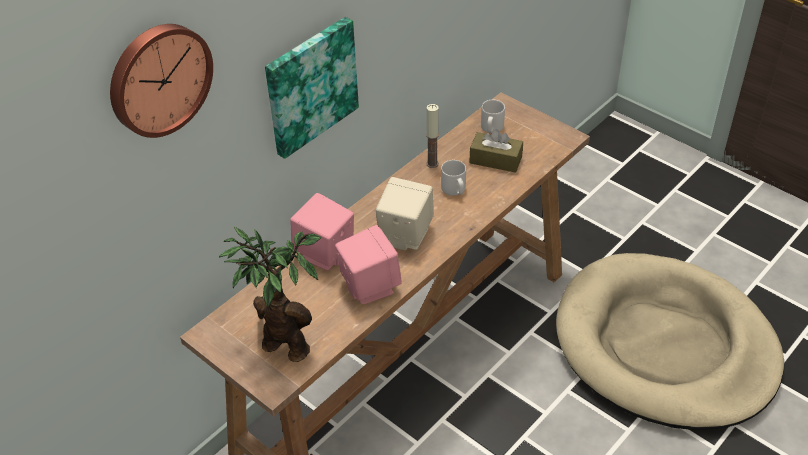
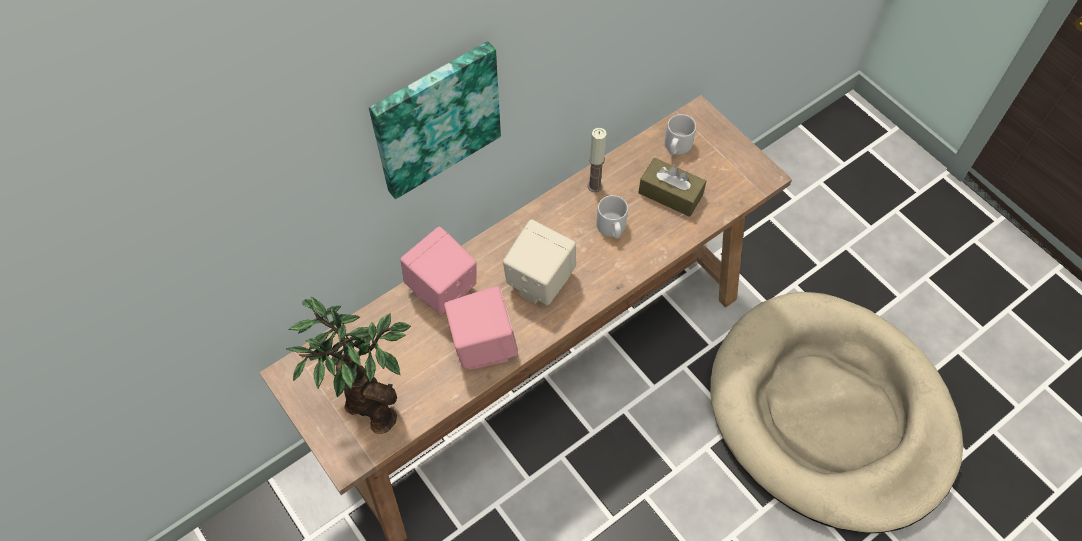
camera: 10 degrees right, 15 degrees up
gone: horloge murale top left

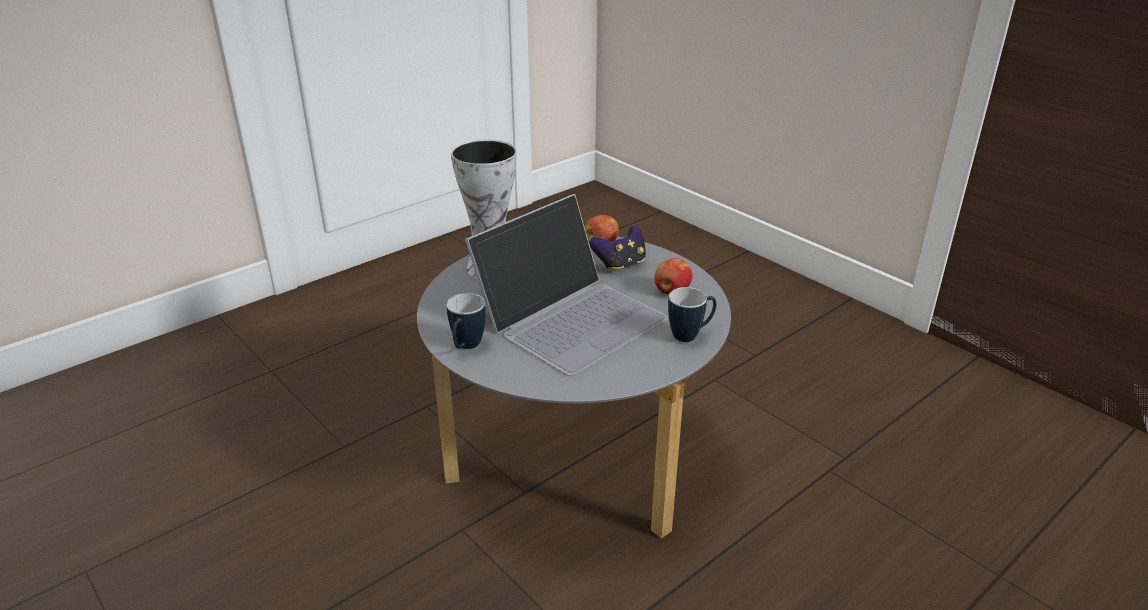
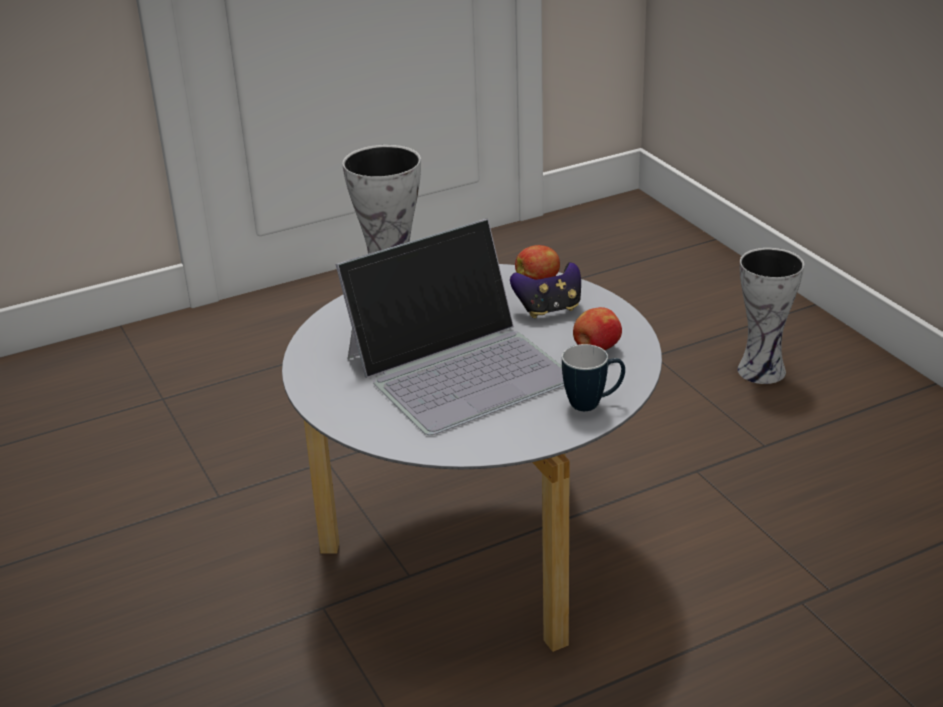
camera: 15 degrees right, 0 degrees up
gone: mug (no. 1 from left) centre
new: vase (no. 2 from left) middle right

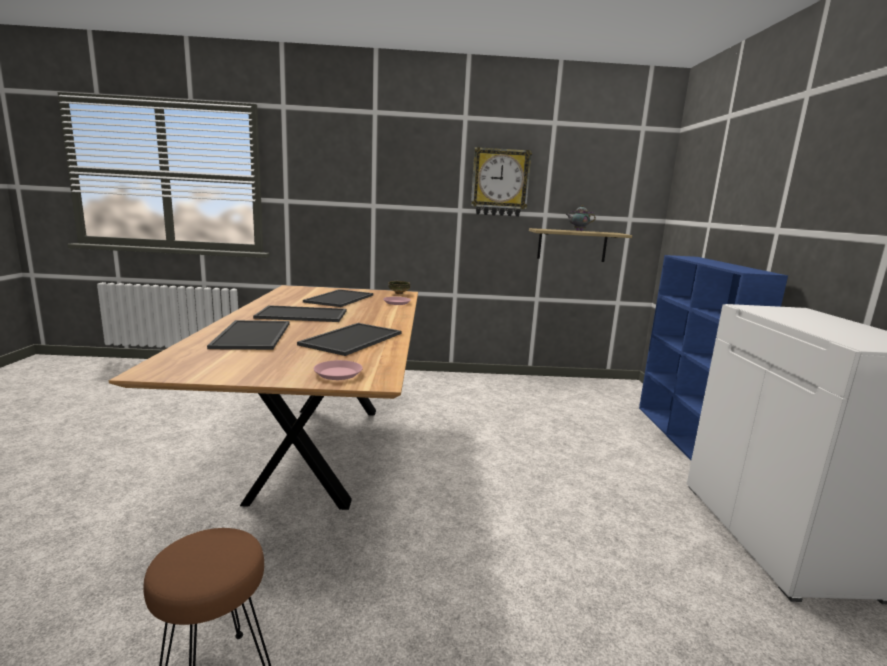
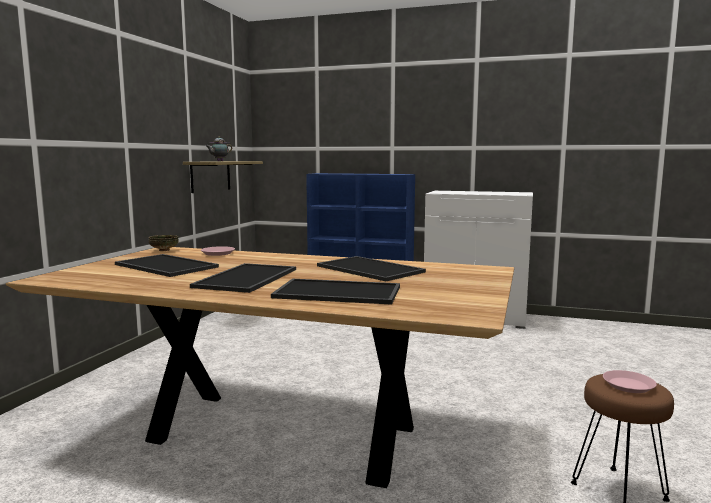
camera: 70 degrees left, 5 degrees down
gone: horloge murale top centre
shifted: assiette (rose) (no. 1 from left in the first image) centre to assiette (rose) (no. 2 from left) bottom right

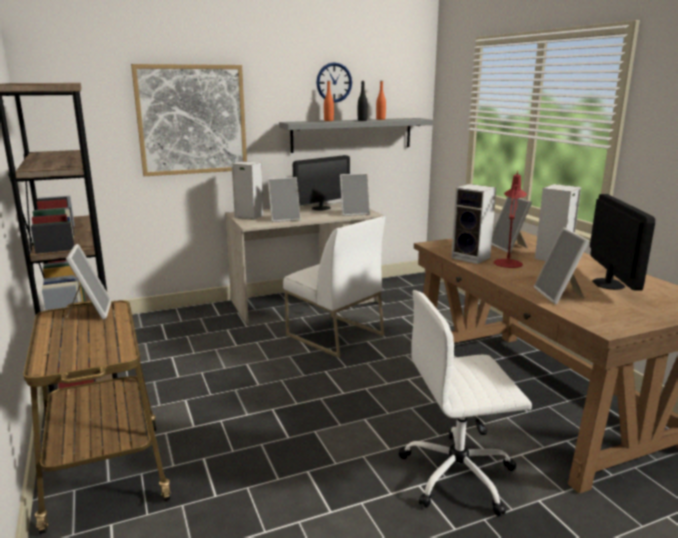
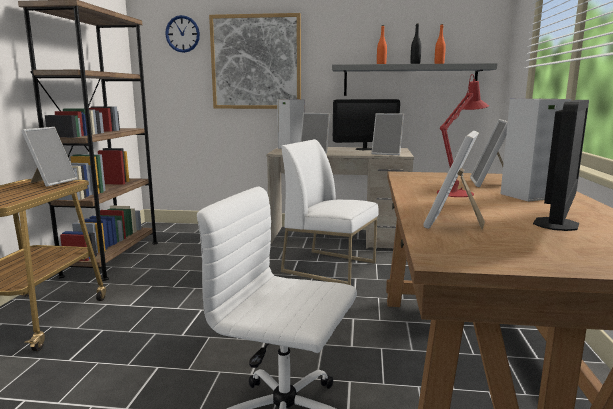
camera: 30 degrees right, 5 degrees down
gone: enceinte (no. 2 from left) middle right
shifted: horloge murale top centre to top left
rotated: chaise (blanc) centre = centre 135 degrees clockwise

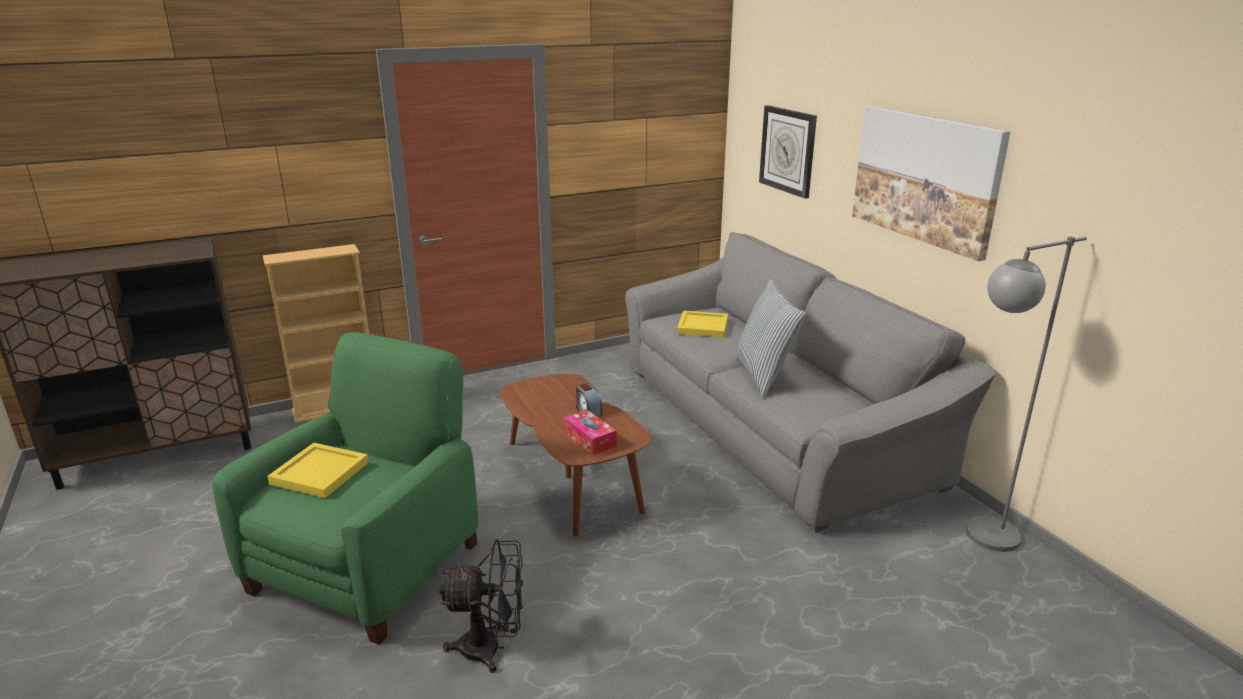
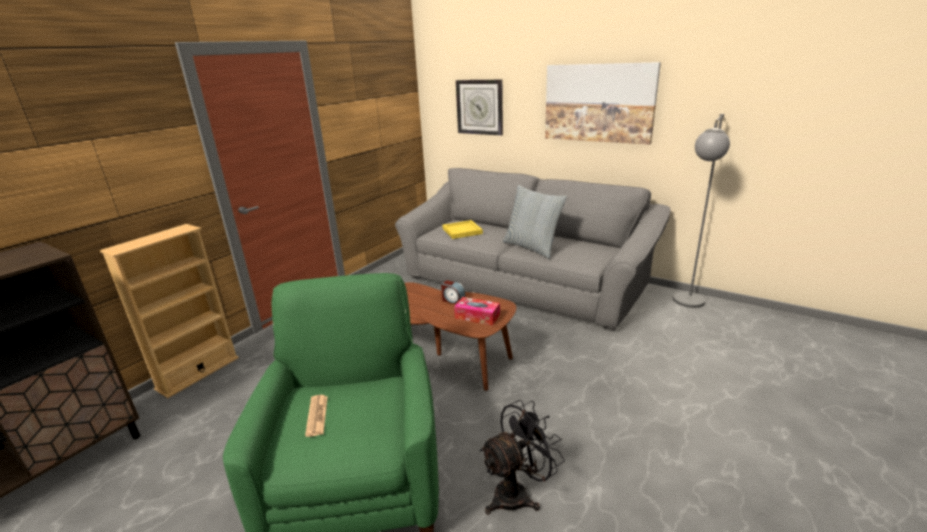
camera: 30 degrees left, 0 degrees up
swapped: plateau (jaune) (no. 1 from left) bottom left to journal bottom centre

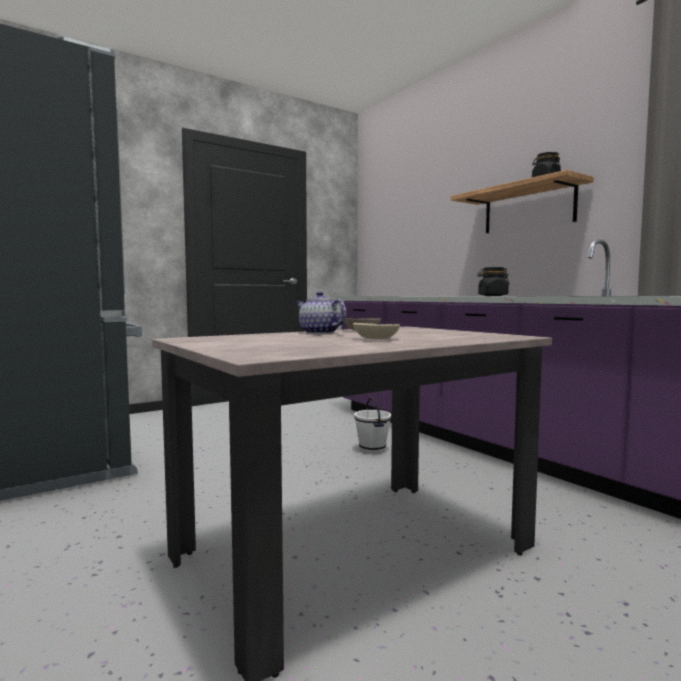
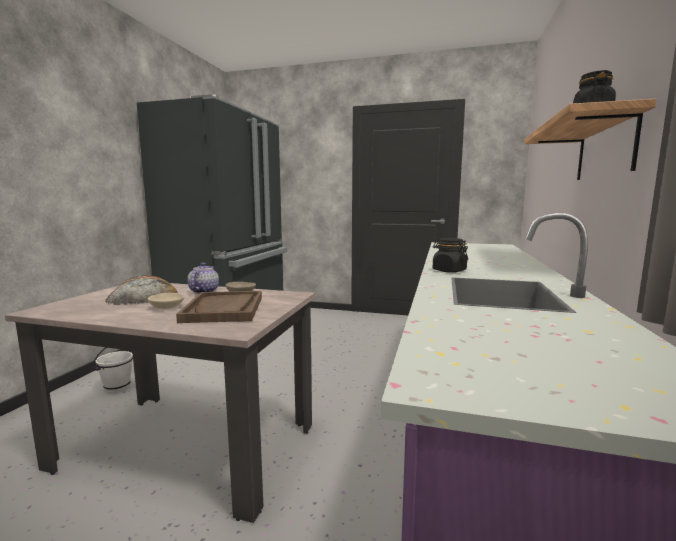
camera: 50 degrees right, 5 degrees up
new: pain middle left; plateau (marron) middle left
shifted: seau (blanc) centre to bottom left

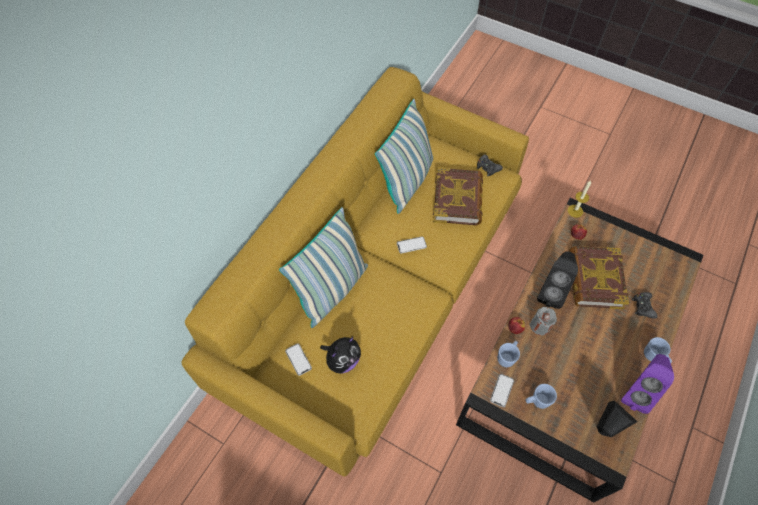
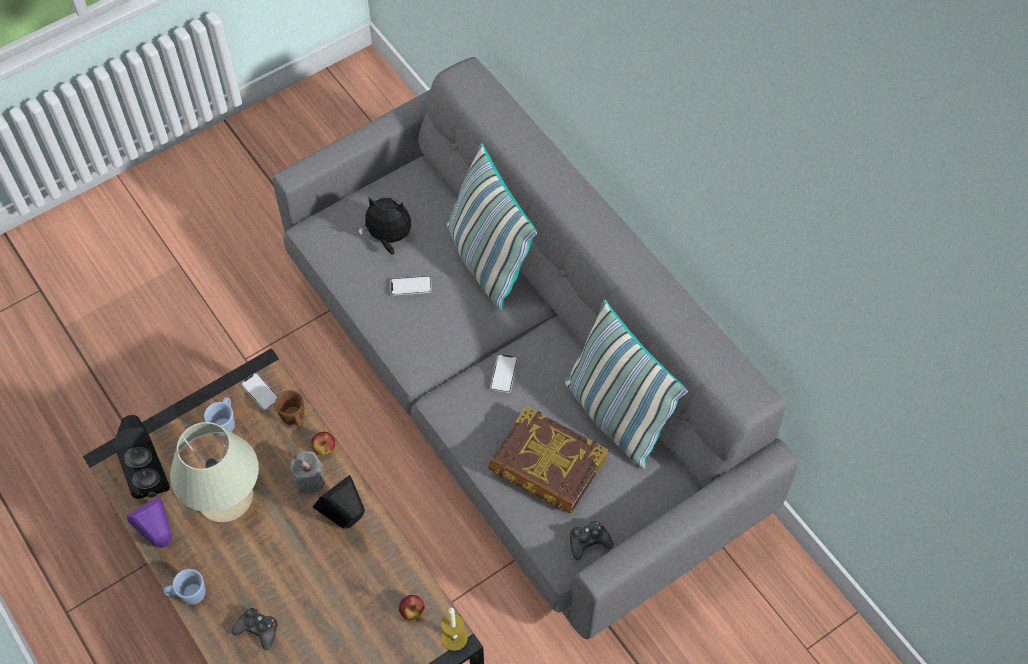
camera: 115 degrees right, 0 degrees up
gone: livre (no. 2 from left) middle right
new: lampe de table (beige) bottom left
shifted: téléphone (no. 1 from left in the first image) bottom centre to téléphone (no. 2 from left) centre
repainted: canapé (jaune) centre to canapé (gris) centre; mug (bleu) (no. 1 from left) bottom right to mug (marron) middle left
rotated: peluche bottom centre = centre 120 degrees clockwise

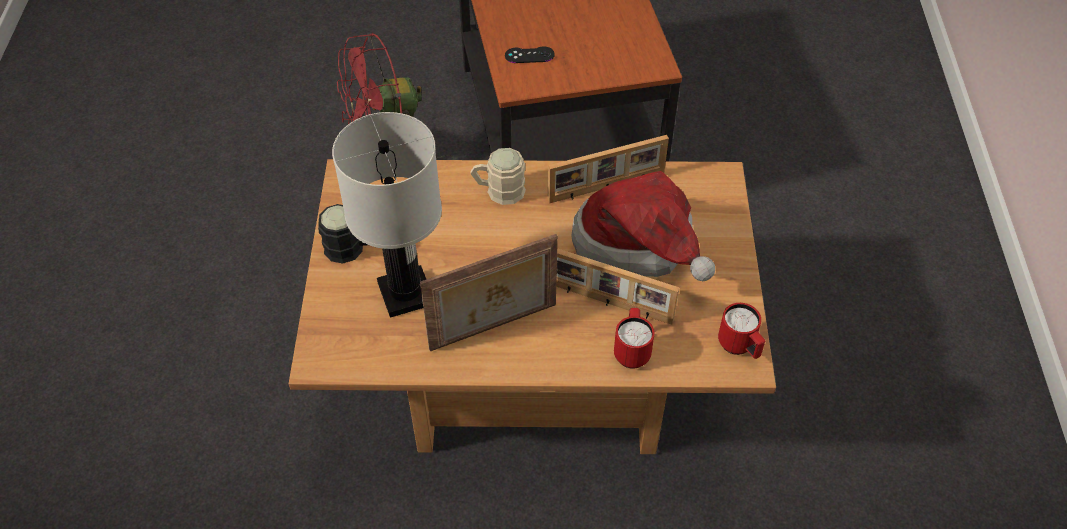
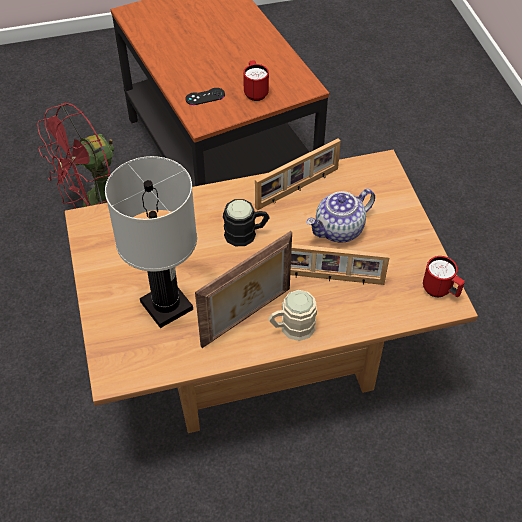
camera: 15 degrees left, 0 degrees up
shifted: mug (beige) top centre to centre; mug (noir) middle left to centre; mug (rouge) (no. 1 from left) centre to top centre
swapped: chapeau centre to théière centre

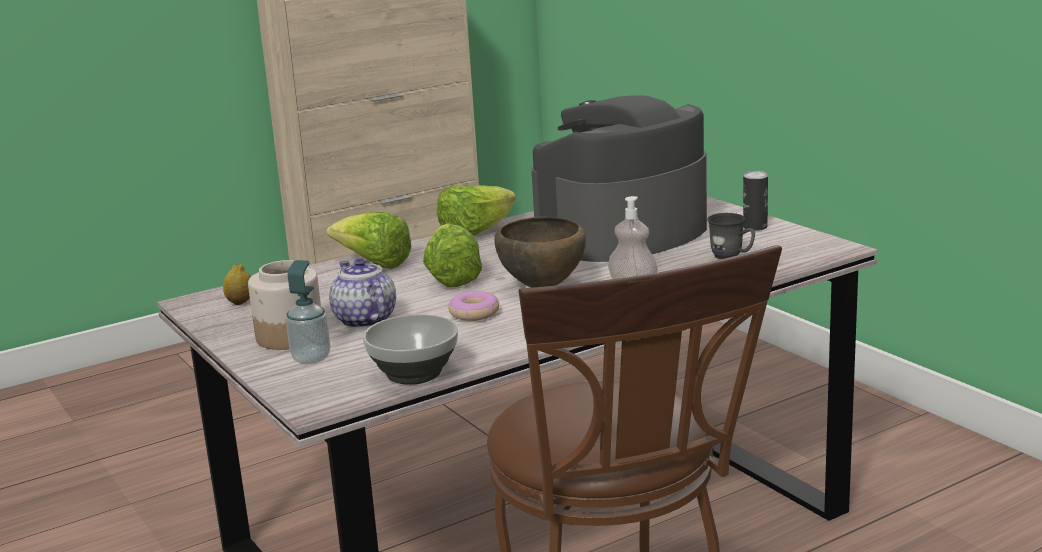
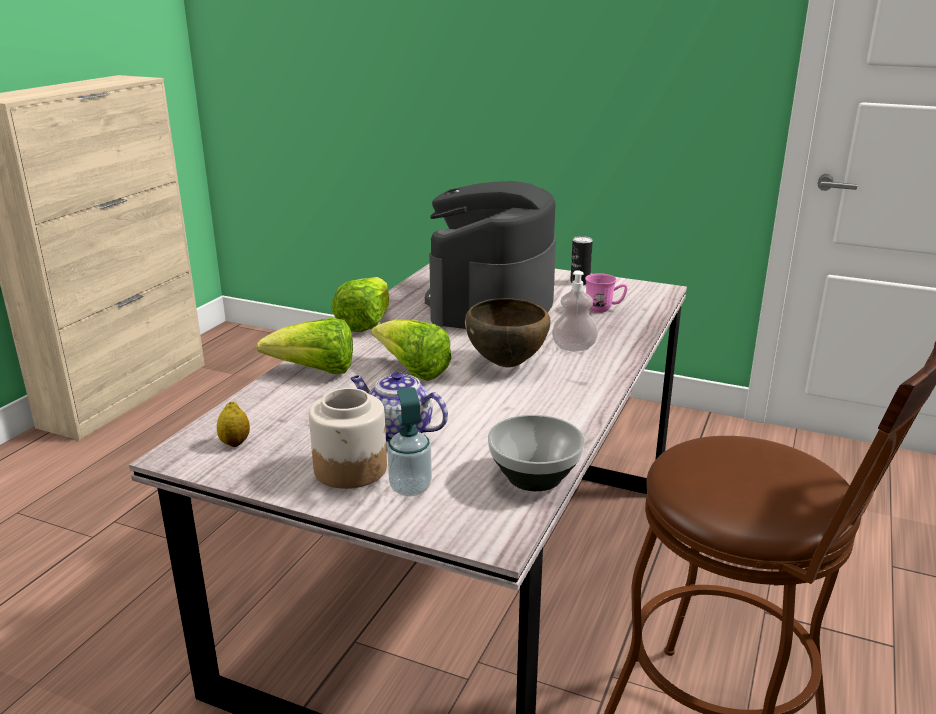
camera: 35 degrees left, 5 degrees up
gone: beignet centre
repainted: mug (gris) middle right to mug (rose) centre

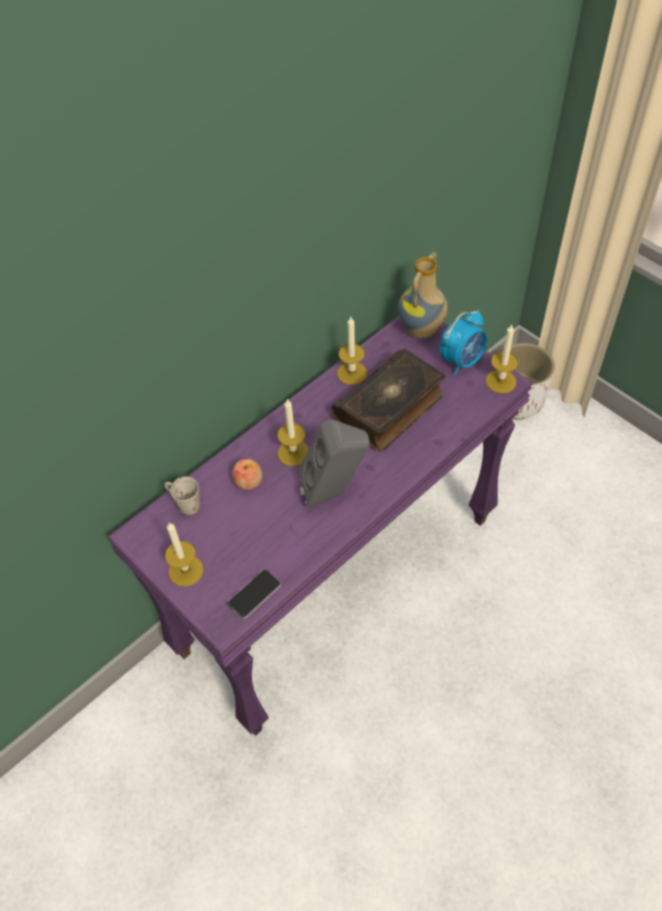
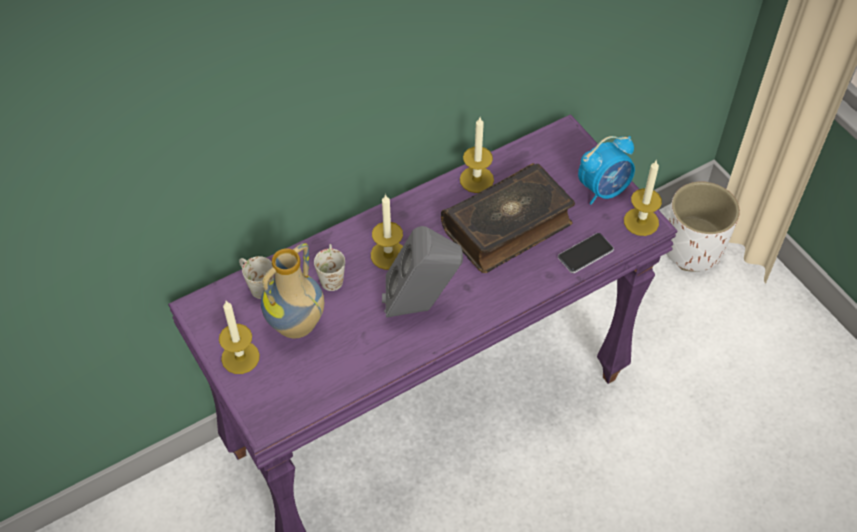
camera: 10 degrees right, 0 degrees up
shifted: vase top centre to centre; téléphone centre to middle right
swapped: pomme centre to mug (blanc) (no. 2 from left) centre

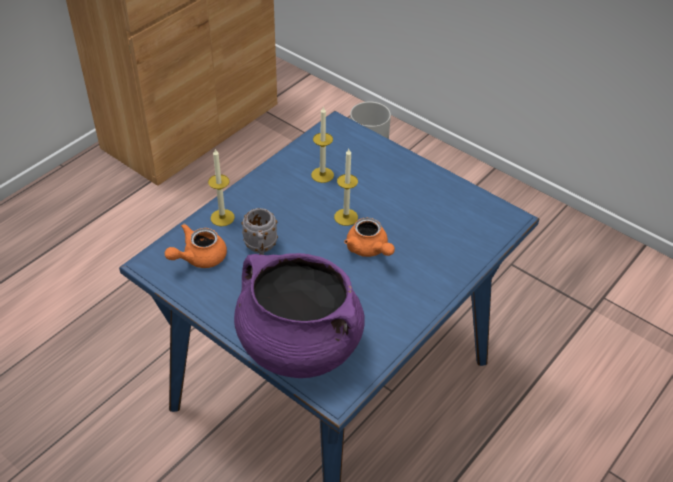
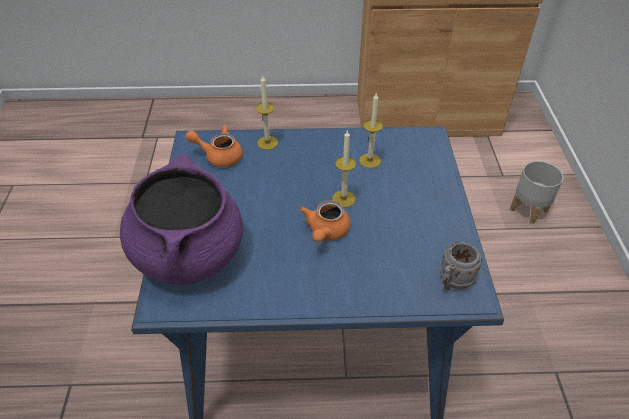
camera: 50 degrees right, 0 degrees up
shifted: mug (gris) centre to middle right

